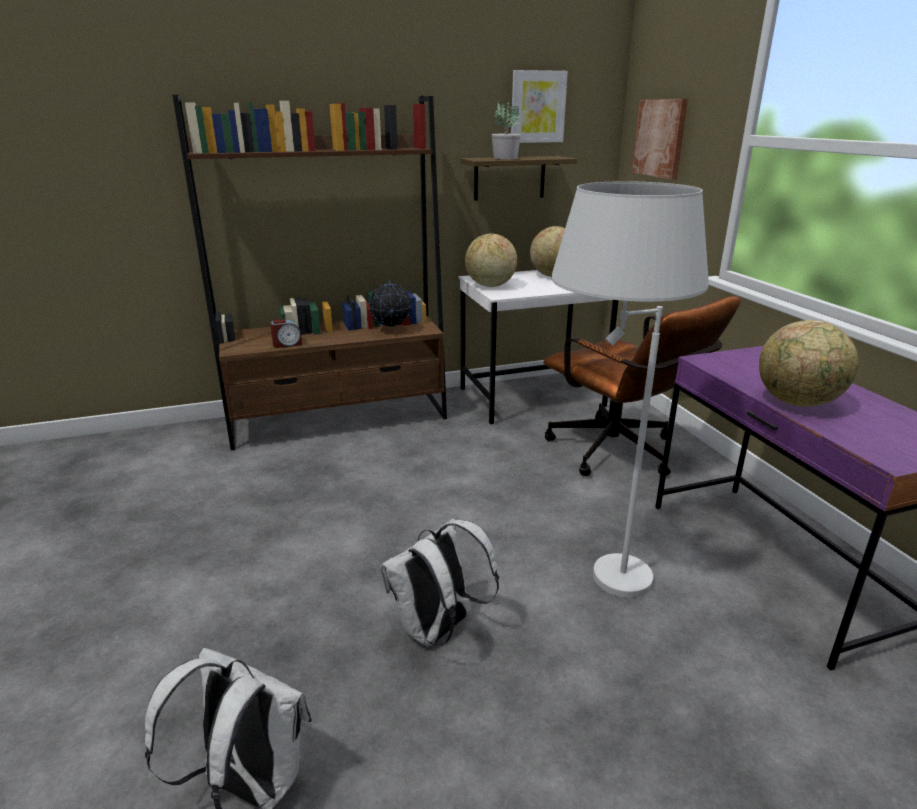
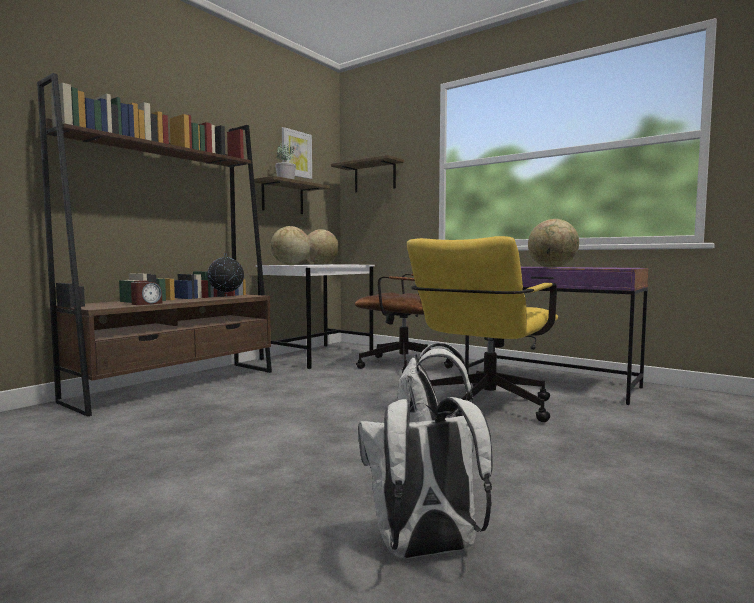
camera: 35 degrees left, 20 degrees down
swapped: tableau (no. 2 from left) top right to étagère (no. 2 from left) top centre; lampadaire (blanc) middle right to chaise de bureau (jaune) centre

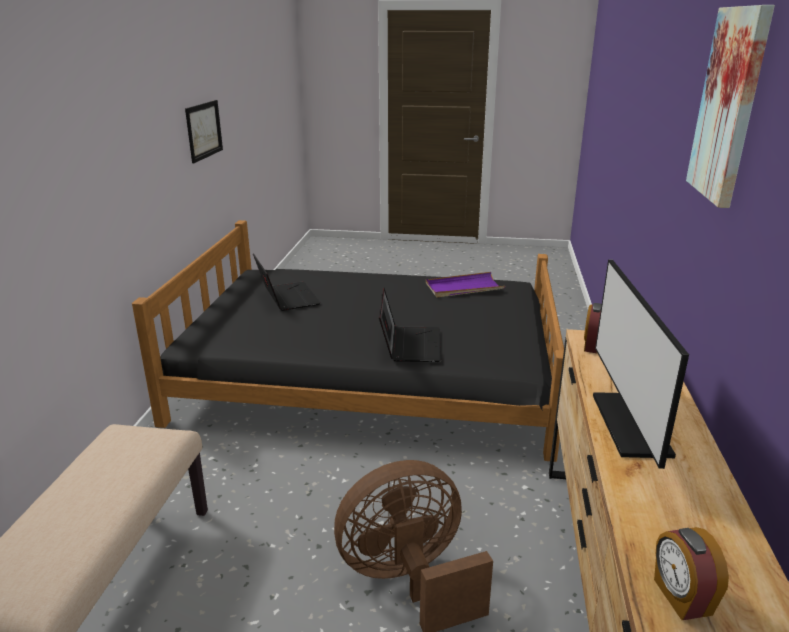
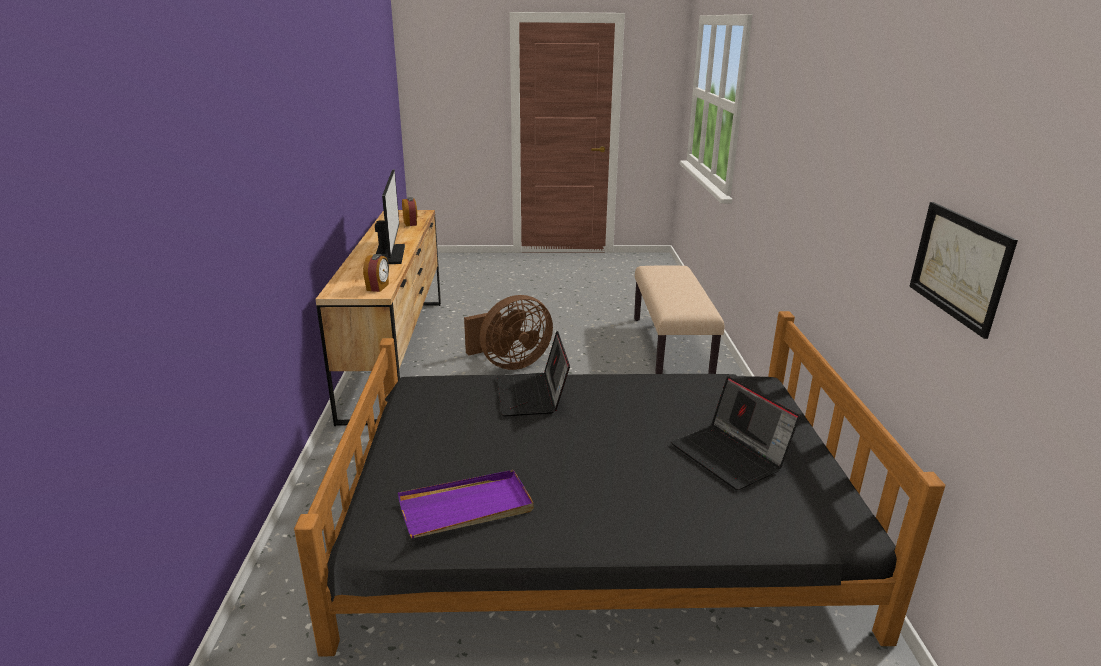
camera: 170 degrees right, 0 degrees up
gone: tableau (no. 2 from left) top right

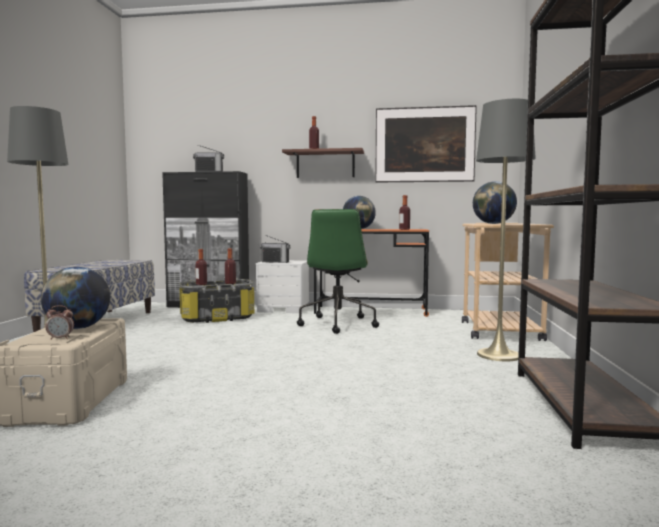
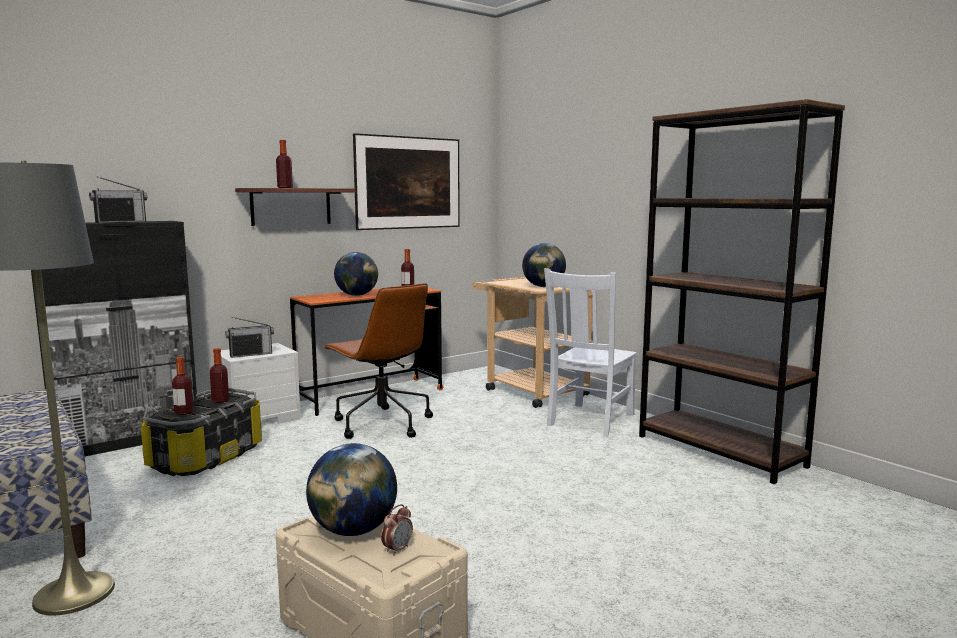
camera: 45 degrees left, 5 degrees up
swapped: lampadaire (gris) (no. 2 from left) middle right to chaise (blanc) centre
repainted: chaise de bureau (vert) centre to chaise de bureau (marron) centre

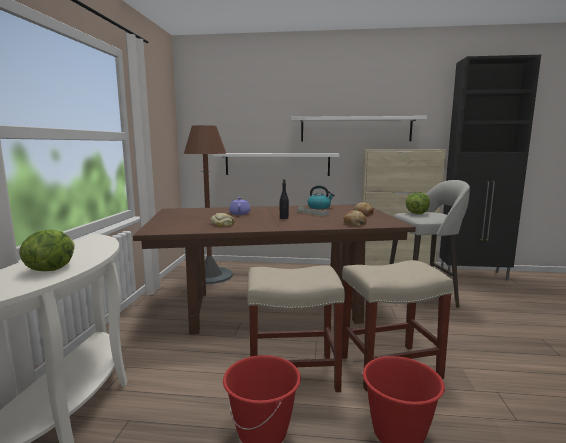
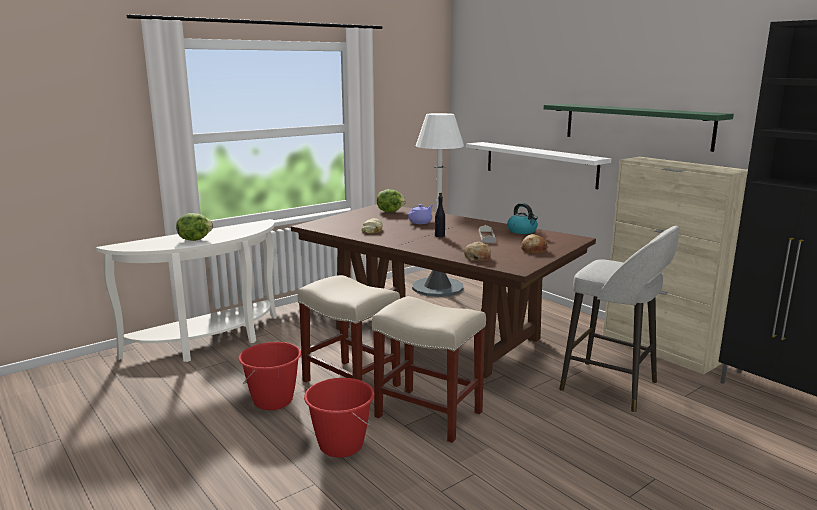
camera: 45 degrees right, 5 degrees up
shifted: laitue (no. 2 from left) middle right to centre
repainted: étagère (blanc) (no. 2 from left) top centre to étagère (vert) top right; lampadaire (marron) centre to lampadaire (blanc) centre

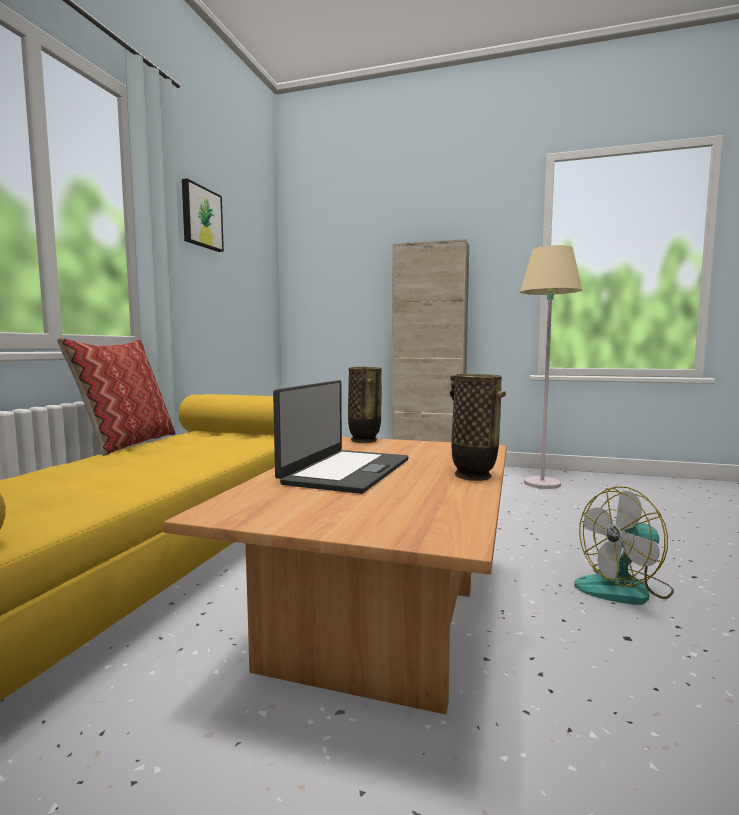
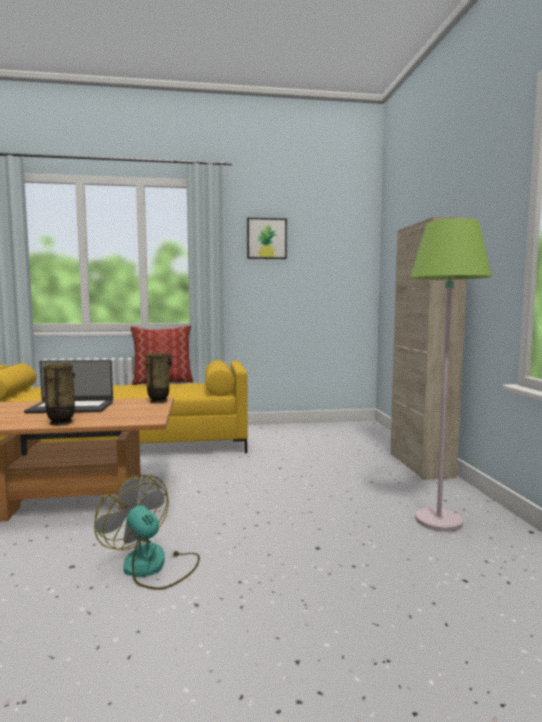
camera: 65 degrees right, 0 degrees up
repainted: lampadaire (beige) middle right to lampadaire (vert) middle right

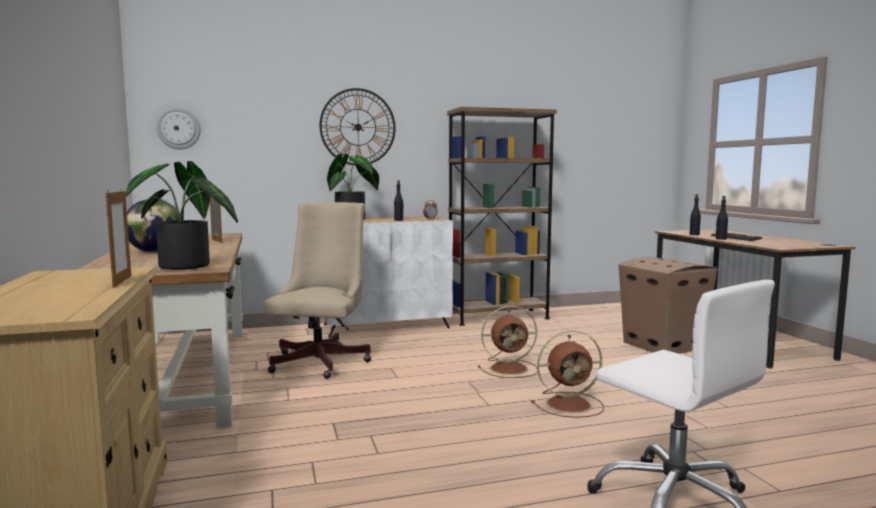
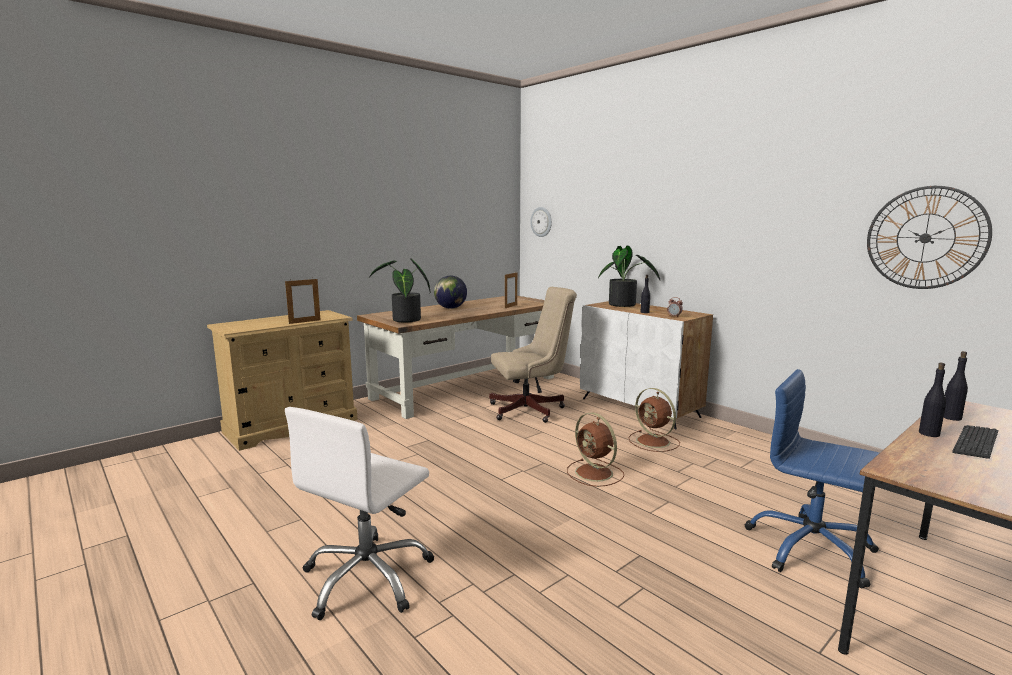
camera: 65 degrees right, 5 degrees up
gone: bibliothèque (marron) centre
shifted: horloge murale (no. 2 from left) top centre to middle right; ventilateur (marron) (no. 2 from left) bottom centre to centre
swapped: carton middle right to chaise de bureau (bleu) bottom right

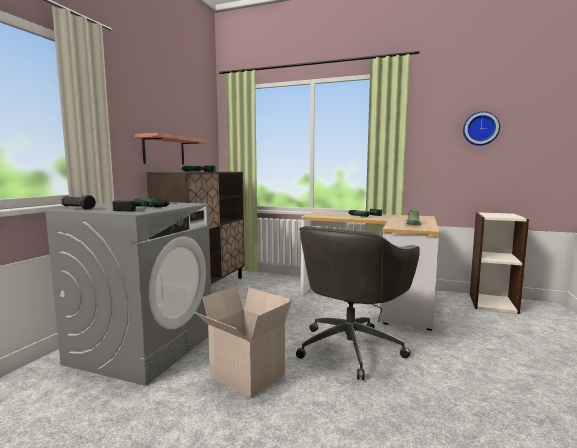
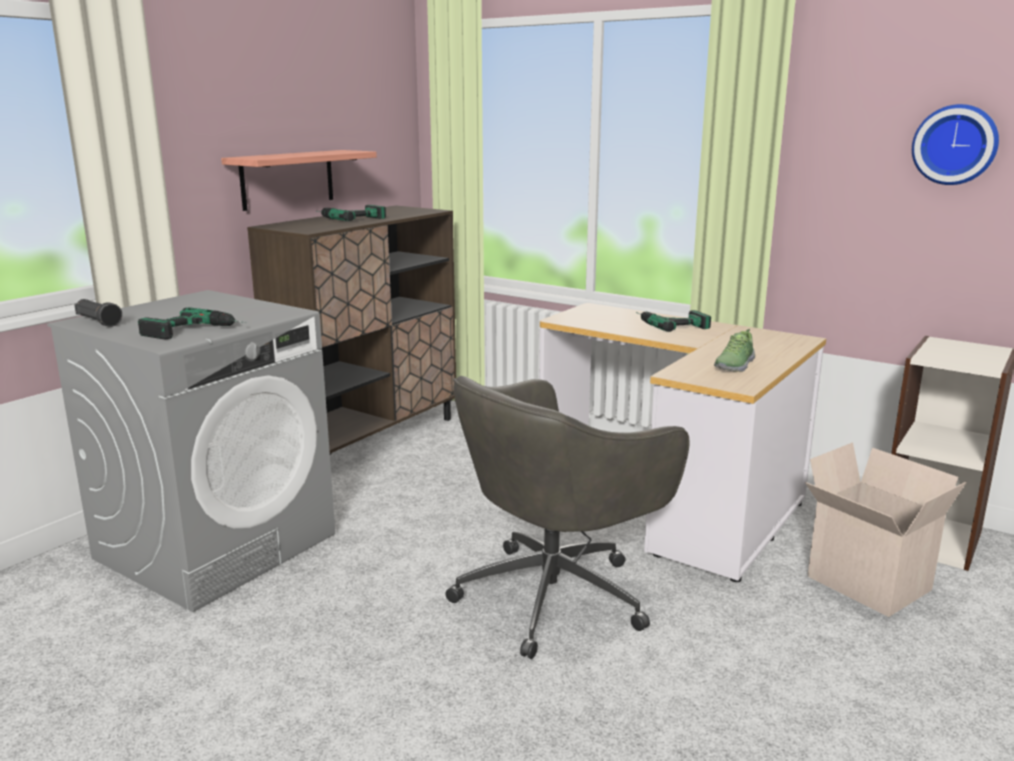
camera: 15 degrees right, 10 degrees up
shifted: carton bottom centre to bottom right

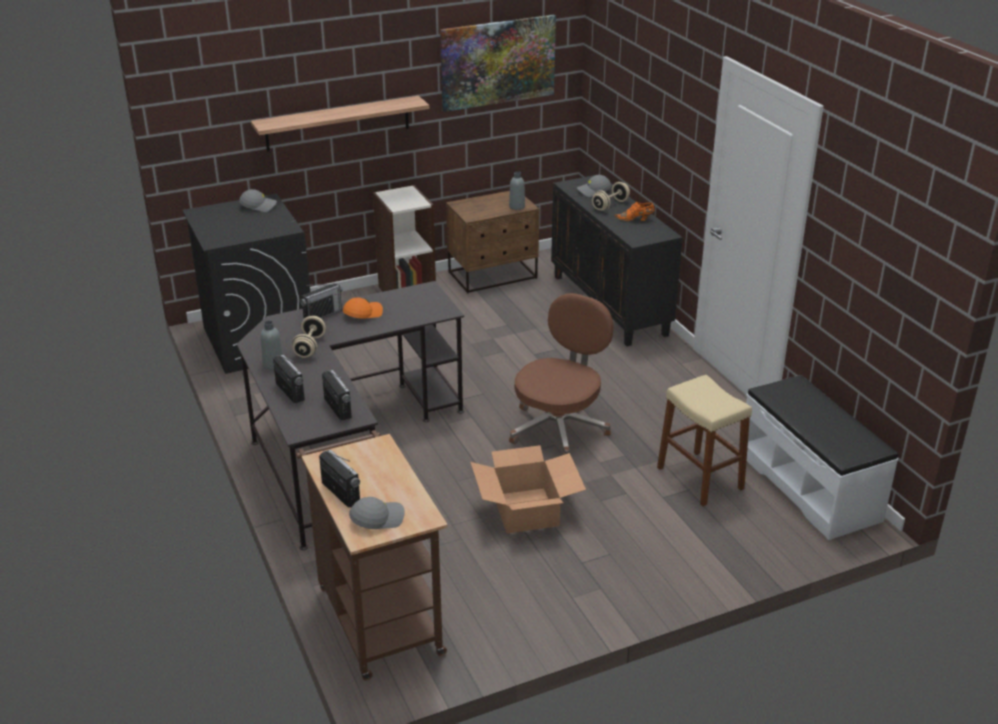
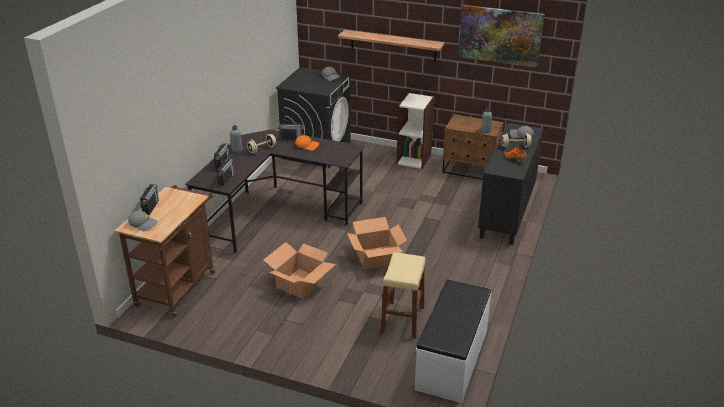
camera: 45 degrees right, 0 degrees up
swapped: chaise de bureau (marron) centre to carton (no. 2 from left) centre

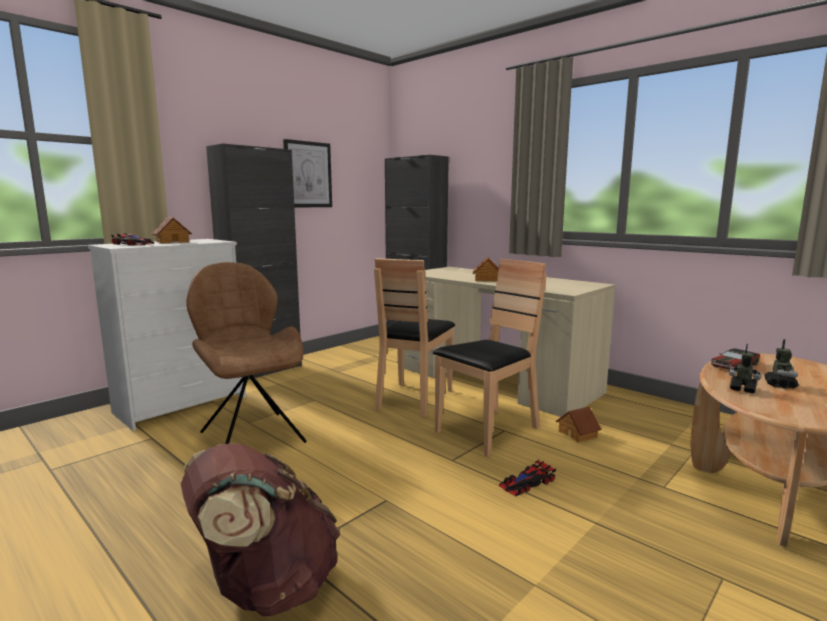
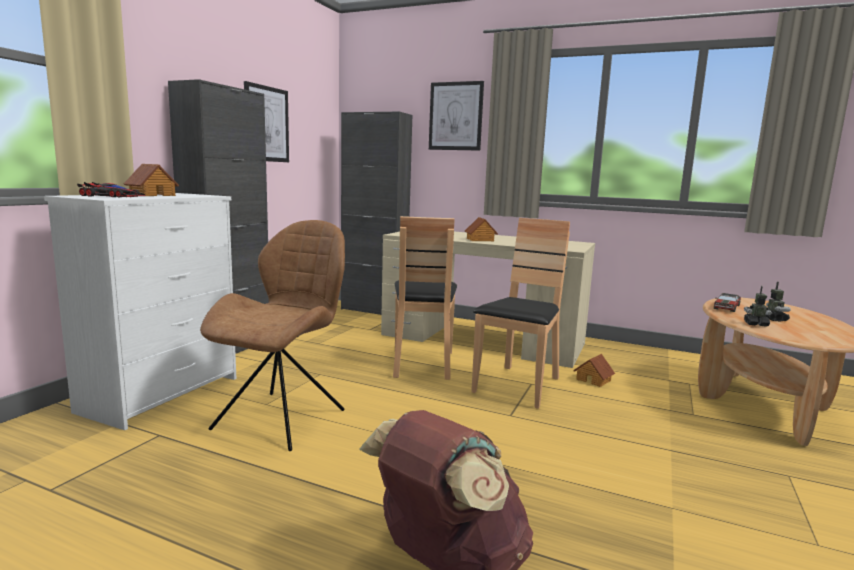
camera: 20 degrees left, 0 degrees up
gone: petite voiture (no. 2 from left) bottom centre
new: tableau (no. 2 from left) top centre
rotated: chaise (marron) (no. 1 from left) middle left = middle left 75 degrees clockwise

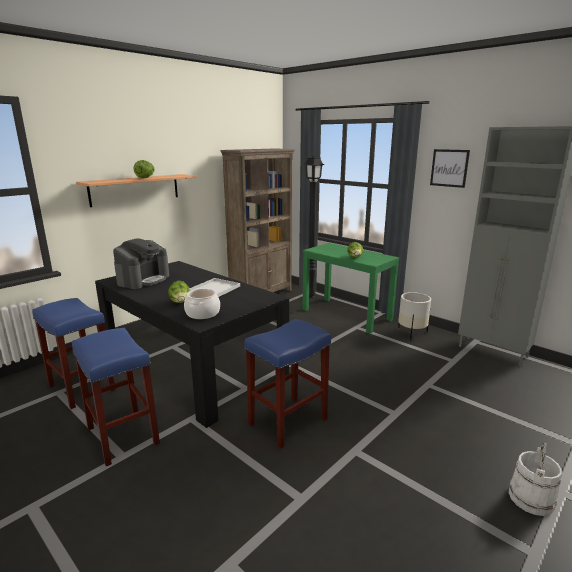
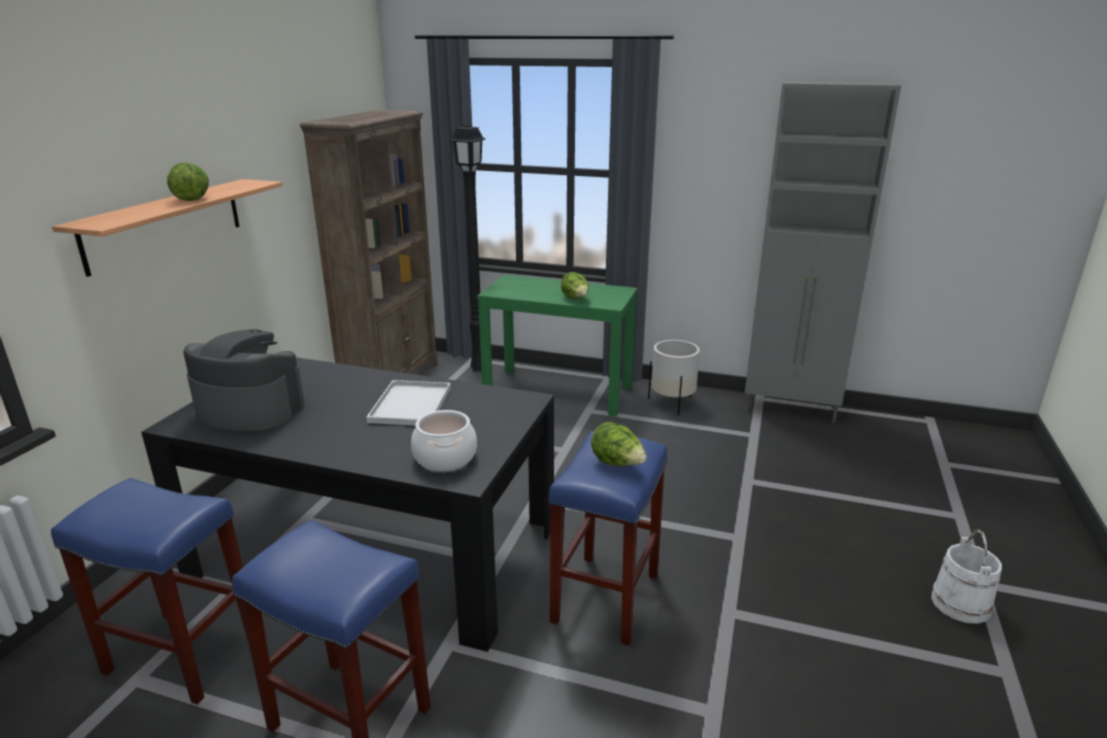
camera: 25 degrees left, 5 degrees up
gone: tableau top right
shifted: laitue (no. 2 from left in the first image) middle left to laitue (no. 3 from left) centre
rotated: machine à café middle left = middle left 75 degrees counterclockwise

